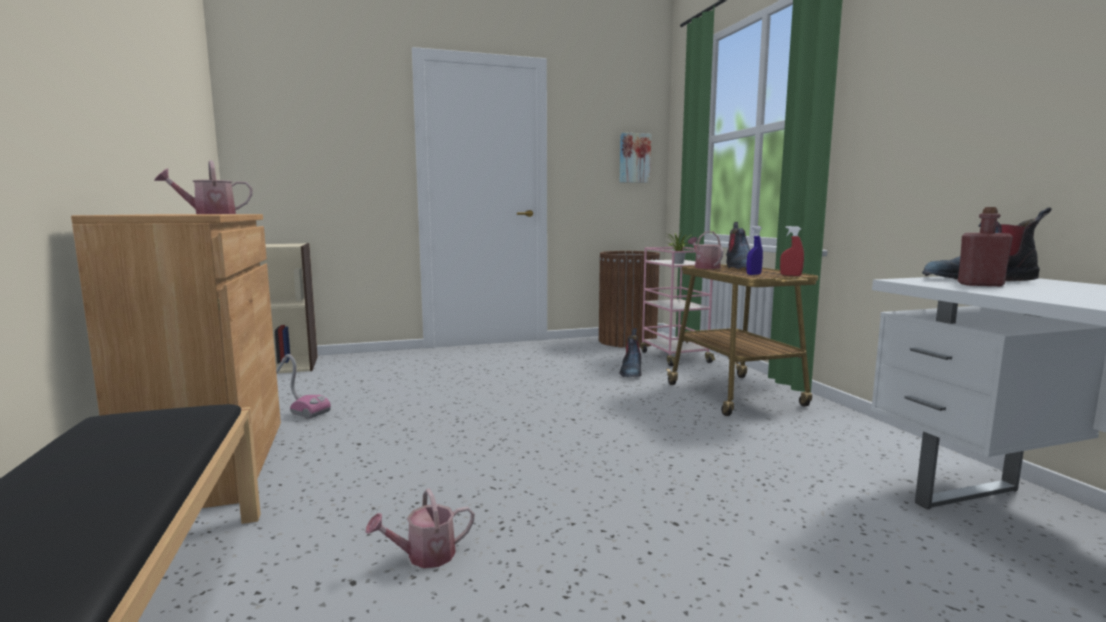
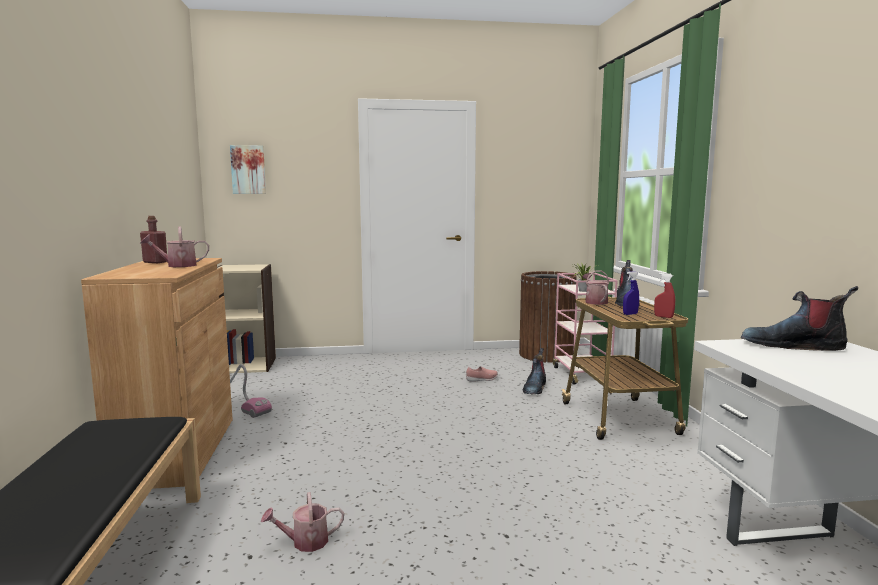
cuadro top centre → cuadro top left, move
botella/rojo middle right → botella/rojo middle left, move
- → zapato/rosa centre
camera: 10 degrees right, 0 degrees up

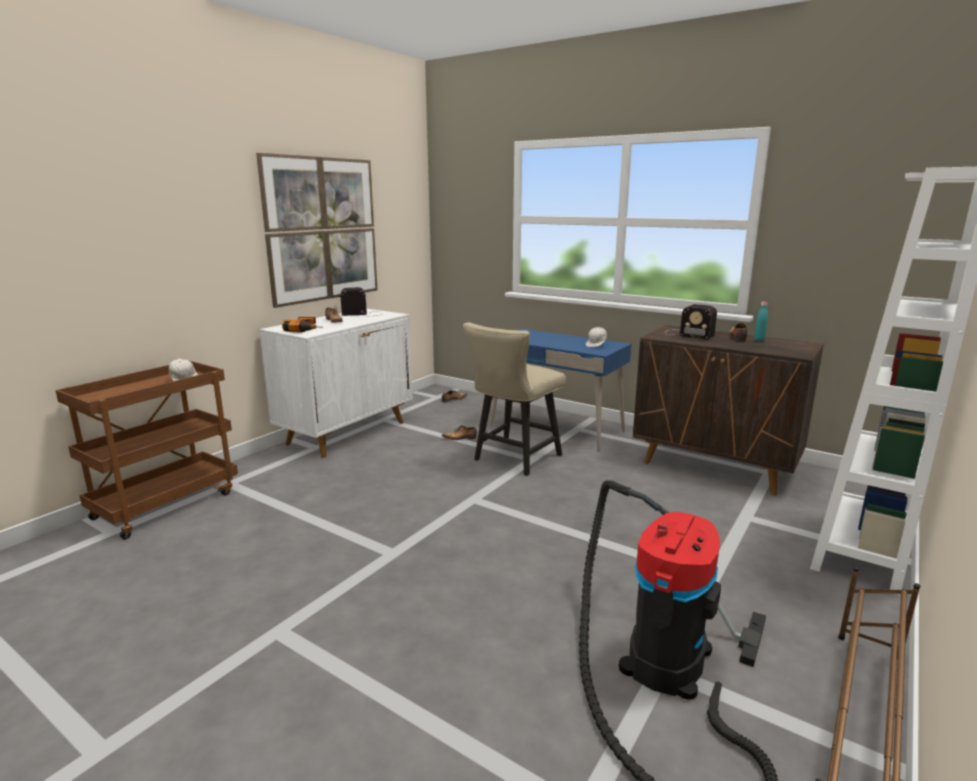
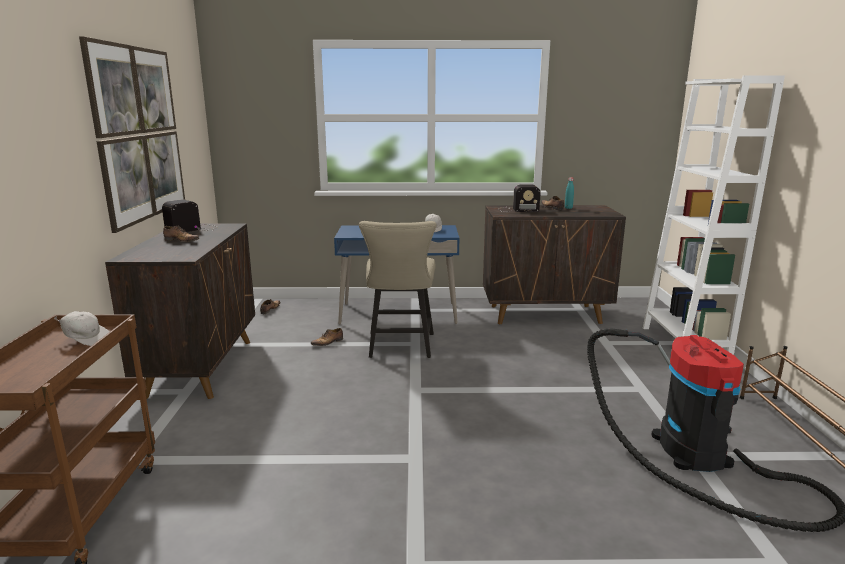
armario/blanco centre → armario/marrón (1st from left) middle left
taladro middle left → -
camera: 35 degrees left, 0 degrees up

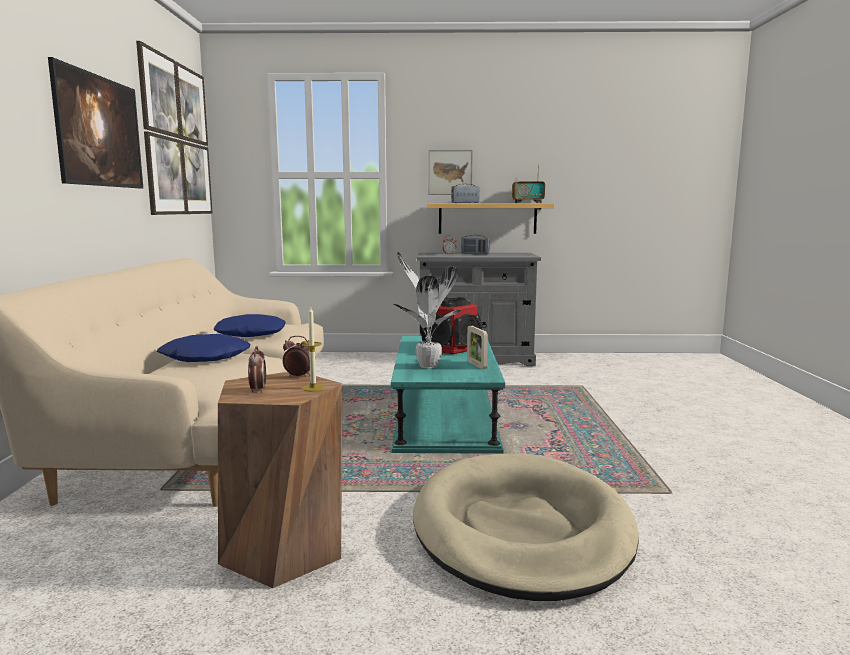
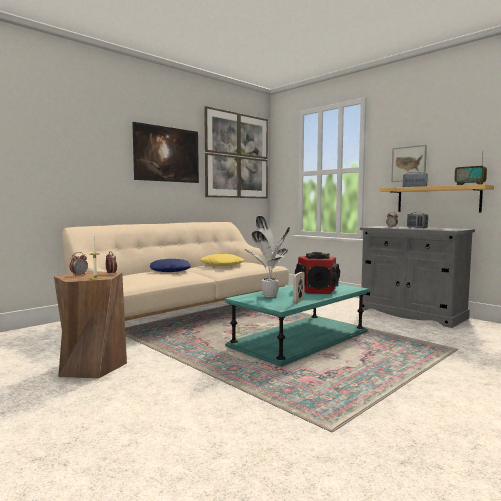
cojín/azul (2nd from left) middle left → cojín/amarillo centre
cama para perro/beis bottom centre → -
camera: 45 degrees right, 5 degrees down

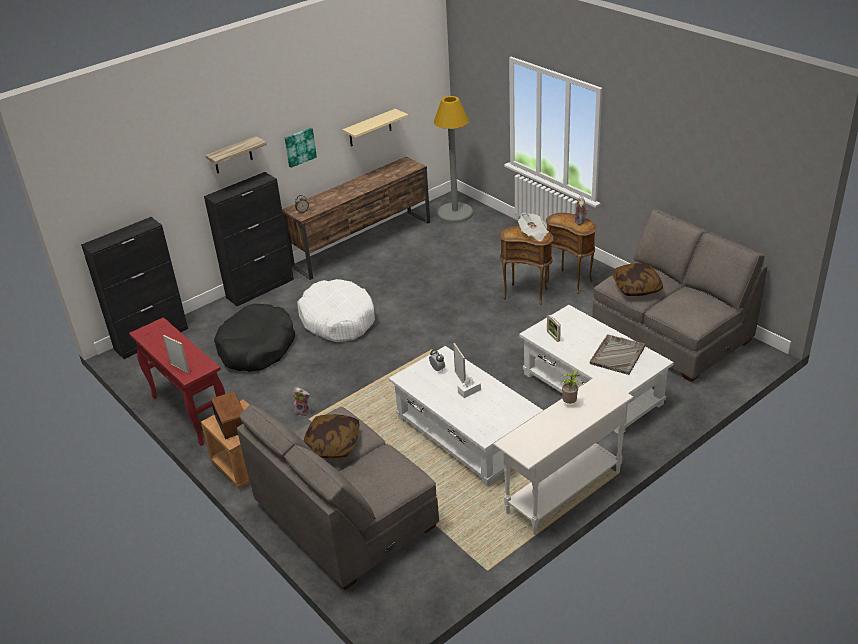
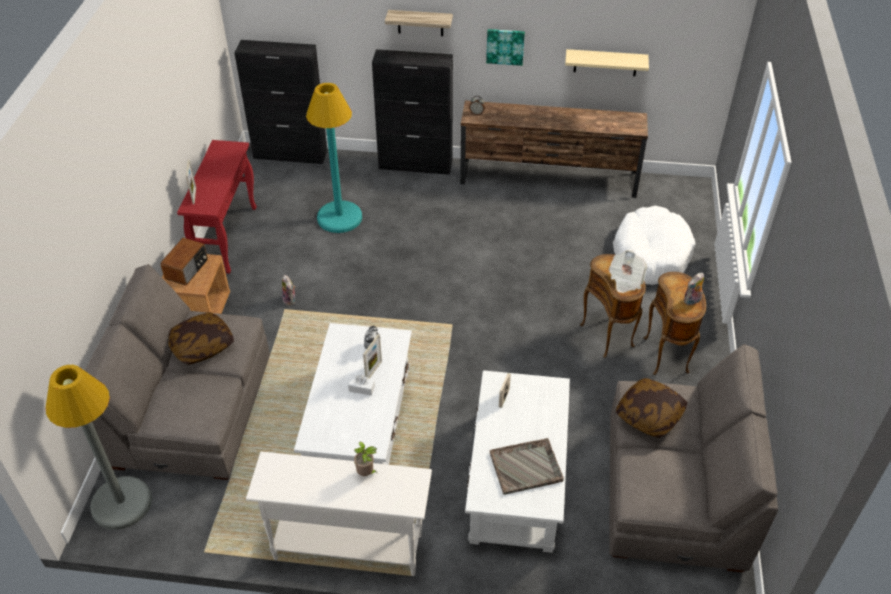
cama para perro/negro middle left → lámpara de pie/turquesa top centre
cama para perro/blanco centre → cama para perro/blanco middle right, move
lámpara de pie/gris top centre → lámpara de pie/gris bottom left, move
camera: 45 degrees right, 10 degrees up

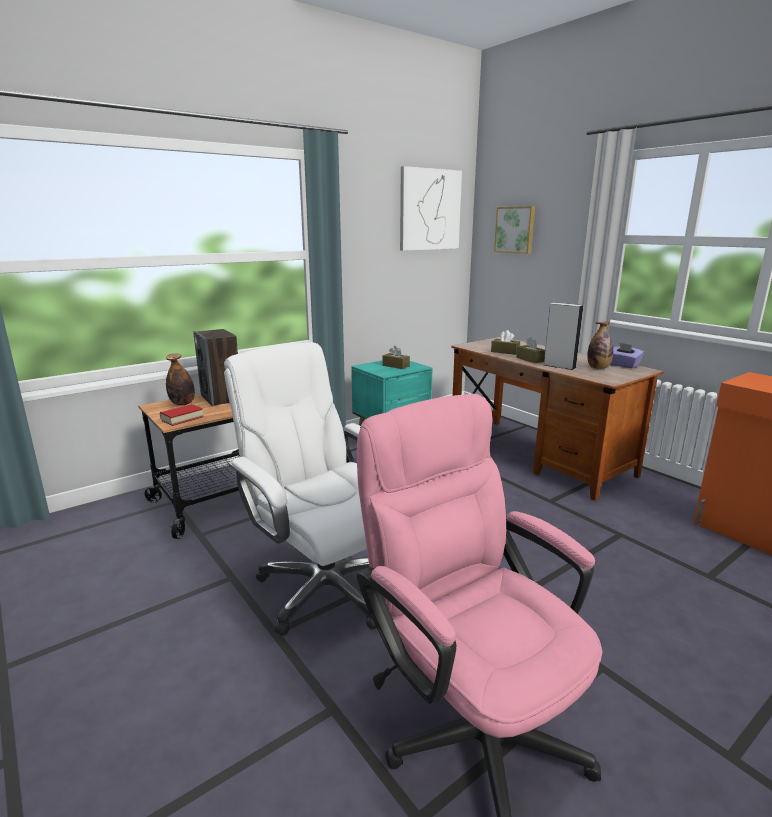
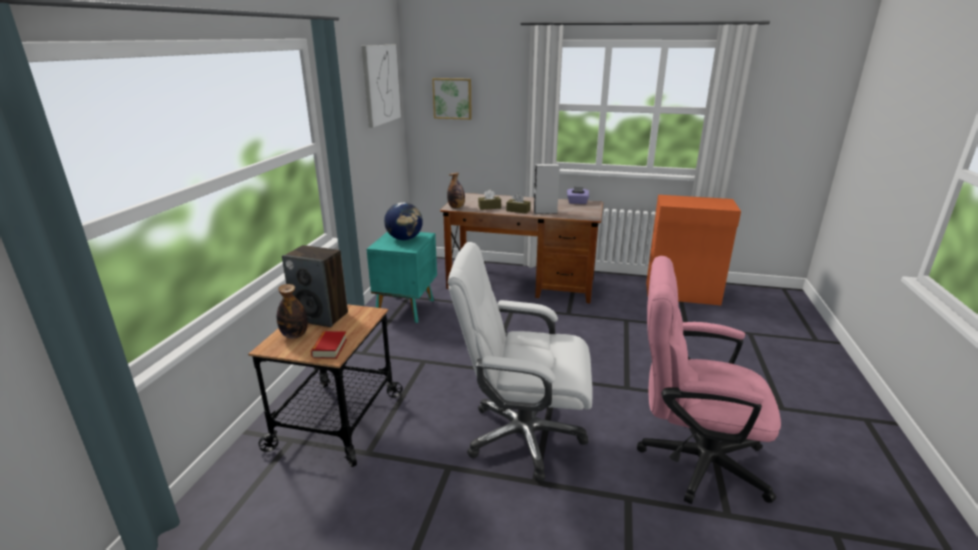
caja de pañuelos/marrón (1st from left) centre → globo terráqueo centre
botella (2nd from left) middle right → botella (2nd from left) centre, move
camera: 40 degrees left, 5 degrees up

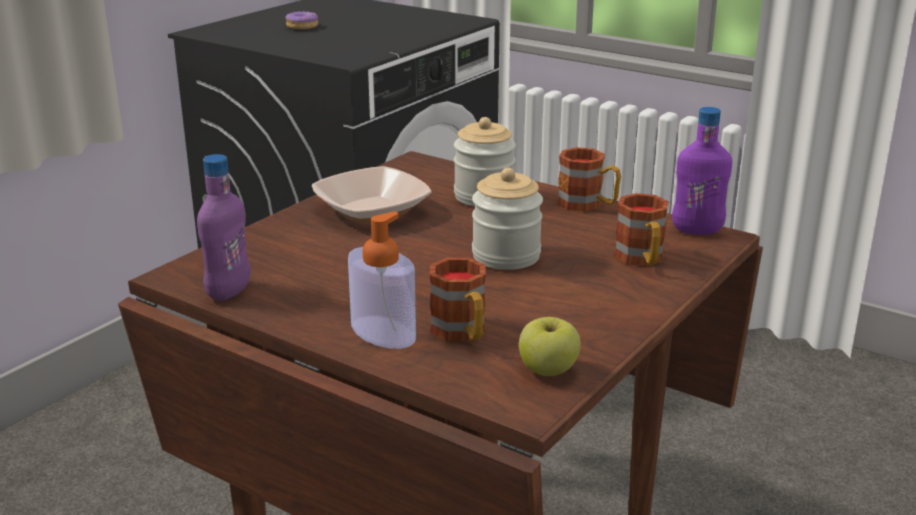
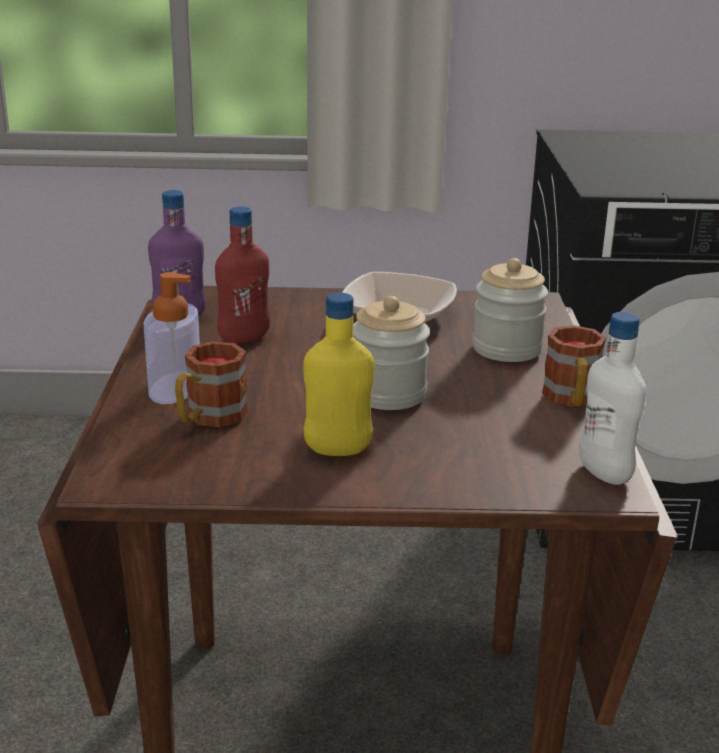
rosquilla top left → -
manzana bottom centre → -
taza grande (3rd from left) middle right → -
botella/morado (2nd from left) top right → botella/blanco middle right
- → botella/rojo centre
- → botella/amarillo centre
camera: 55 degrees right, 0 degrees up

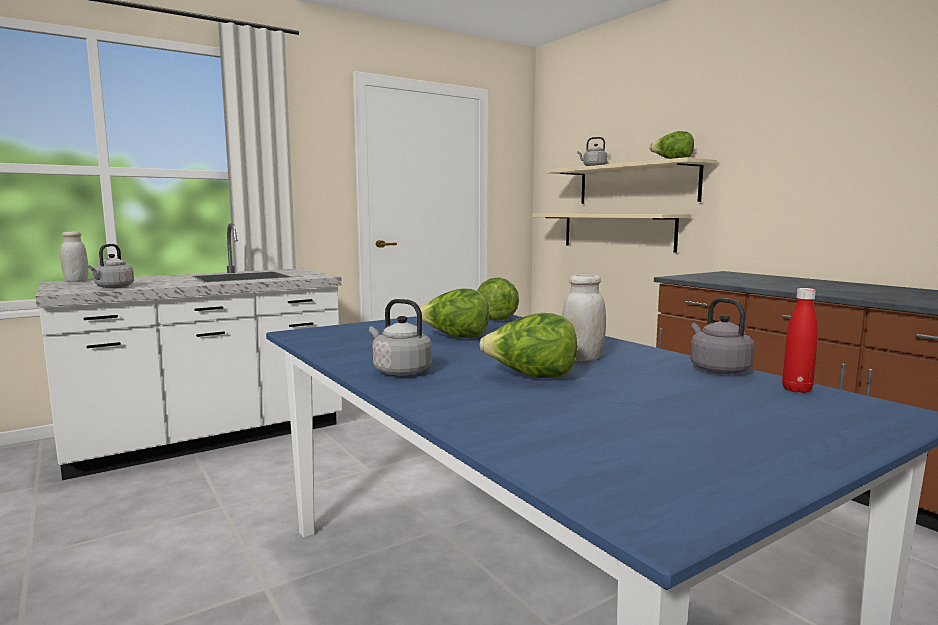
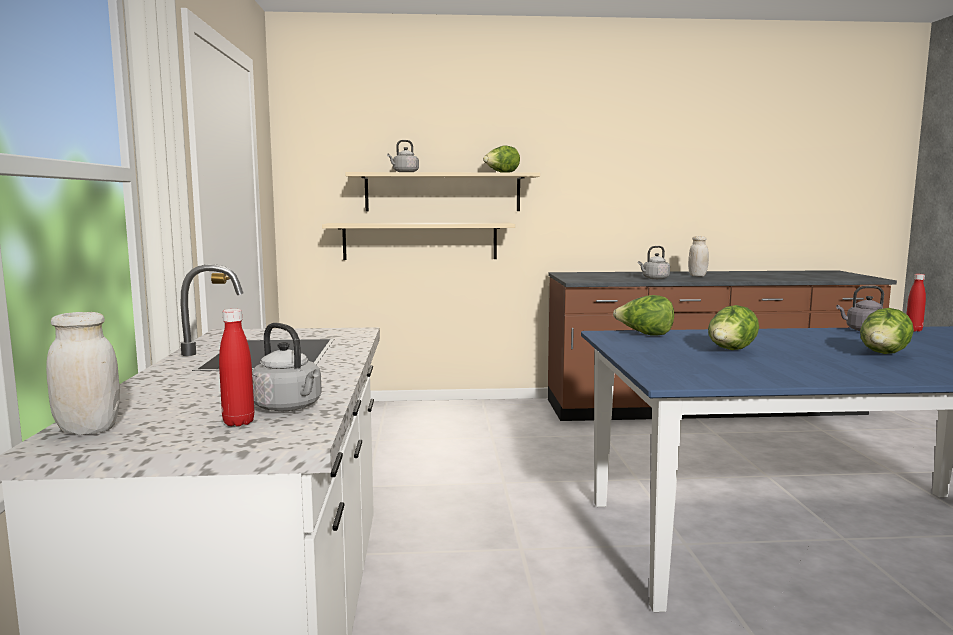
hervidor/gris (2nd from left in the first image) centre → hervidor/gris (3rd from left) middle right, move
tarro/blanco (2nd from left) centre → tarro/blanco (2nd from left) middle right, move
- → botella/rojo (1st from left) middle left
camera: 60 degrees left, 0 degrees up

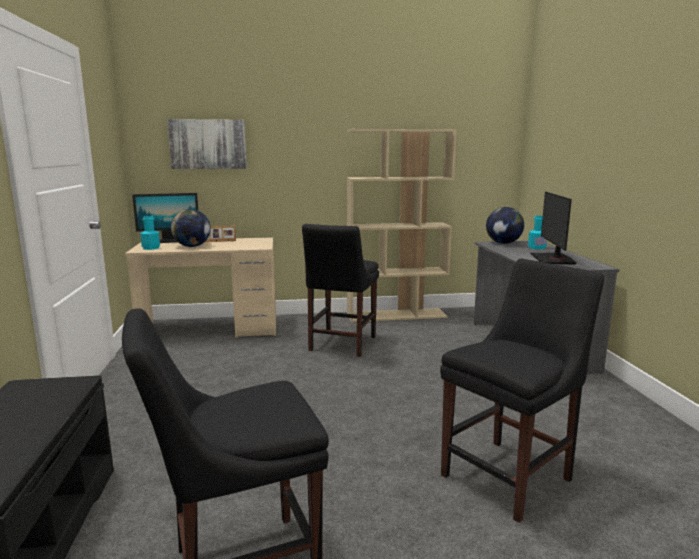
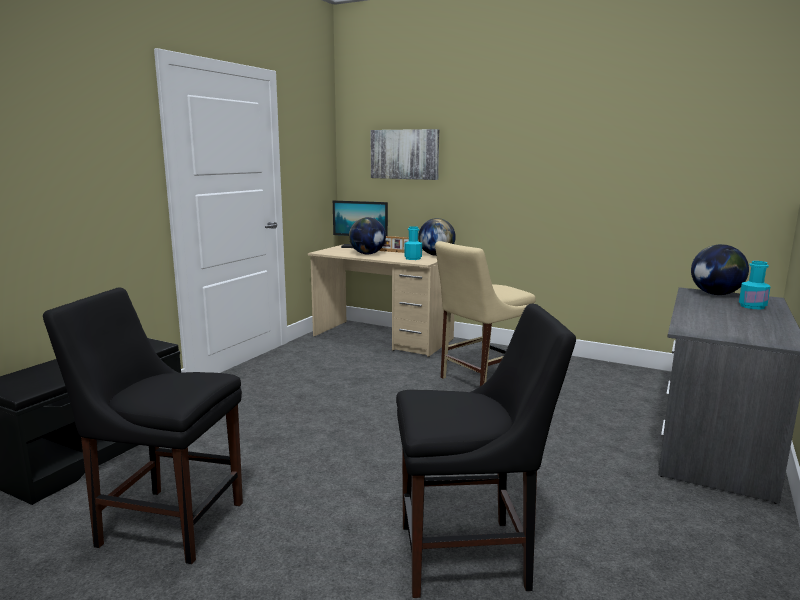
botella/turquesa (1st from left) middle left → botella/turquesa (1st from left) centre, move
silla/negro (2nd from left) centre → silla/beis centre
estantería/beis centre → -
monitor (2nd from left) middle right → -
- → globo terráqueo (2nd from left) centre
camera: 35 degrees right, 0 degrees up

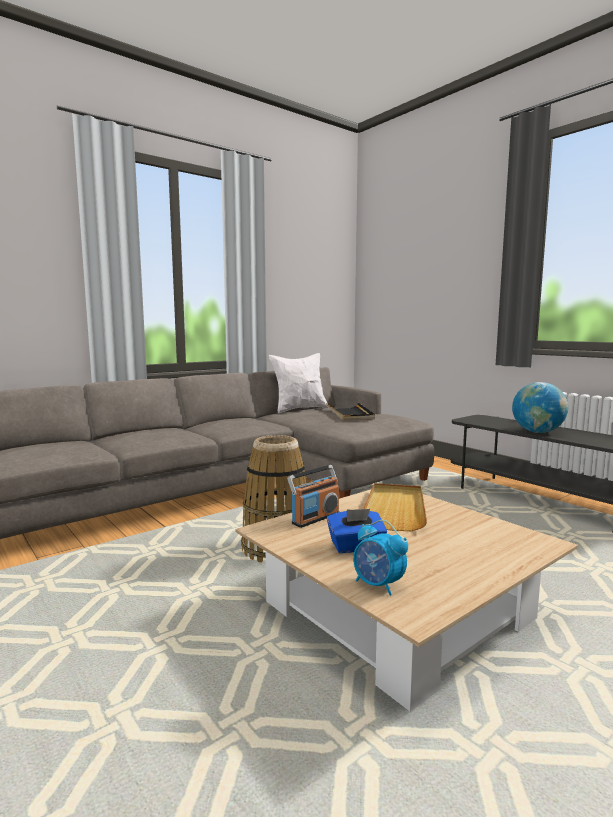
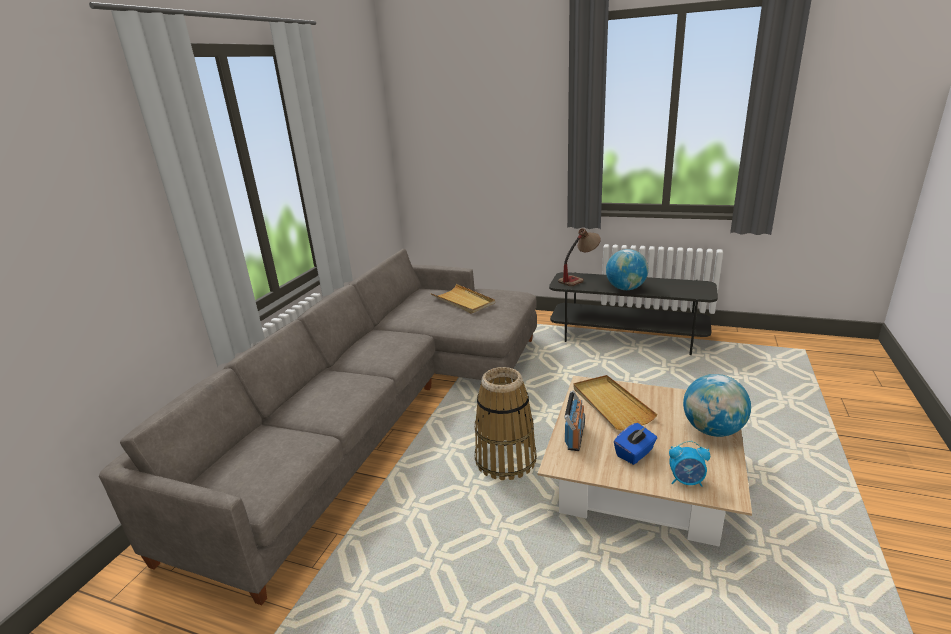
cojín/blanco centre → -
bandeja/negro centre → bandeja/beis (1st from left) centre
- → lámpara de mesa centre
- → globo terráqueo (2nd from left) middle right
camera: 30 degrees left, 15 degrees up

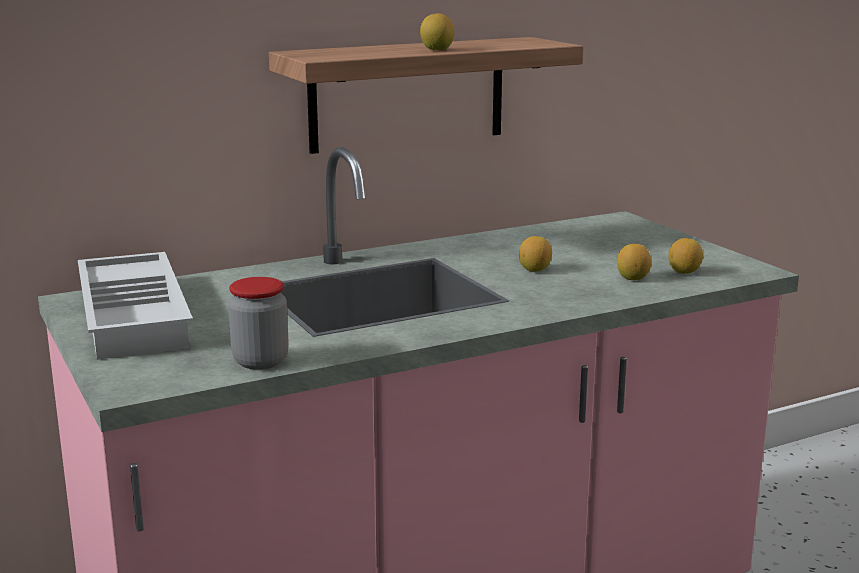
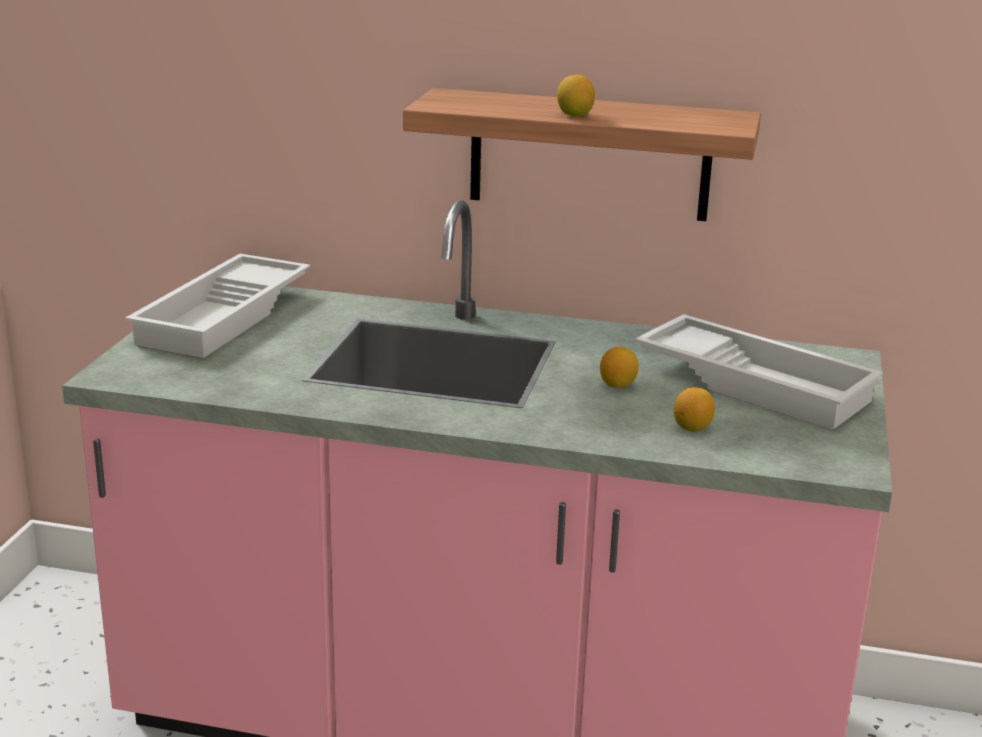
tarro middle left → -
limón (4th from left) middle right → -
- → bandeja/blanco (2nd from left) middle right
camera: 40 degrees right, 5 degrees up

